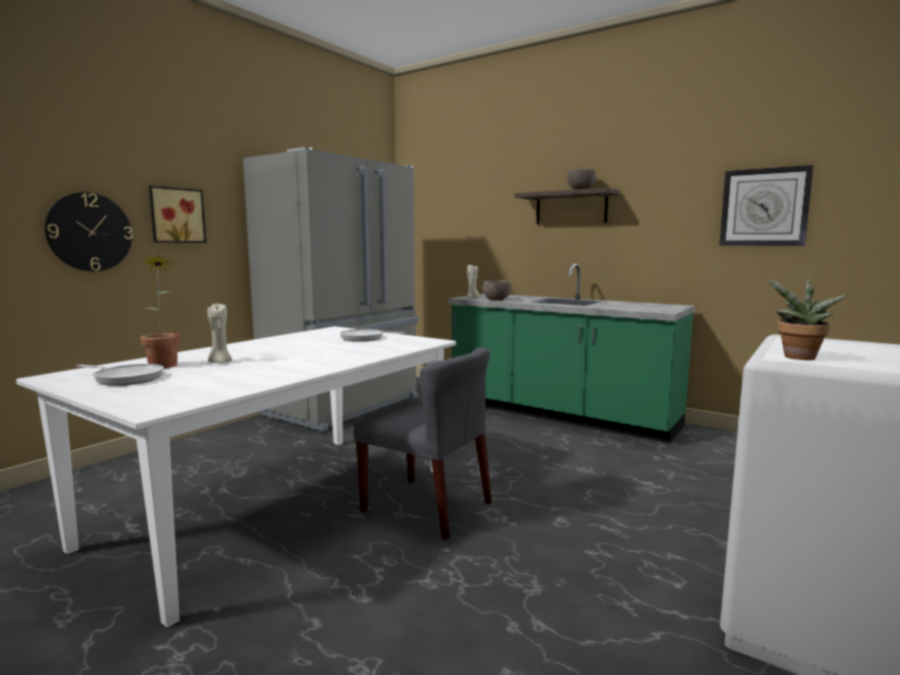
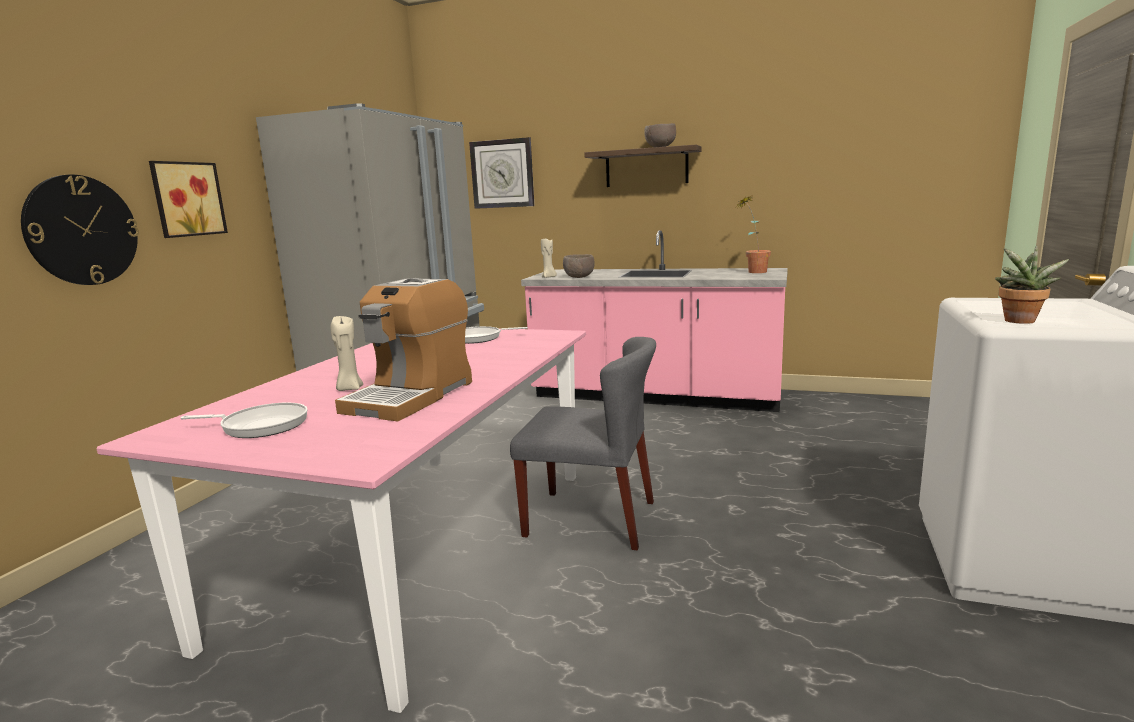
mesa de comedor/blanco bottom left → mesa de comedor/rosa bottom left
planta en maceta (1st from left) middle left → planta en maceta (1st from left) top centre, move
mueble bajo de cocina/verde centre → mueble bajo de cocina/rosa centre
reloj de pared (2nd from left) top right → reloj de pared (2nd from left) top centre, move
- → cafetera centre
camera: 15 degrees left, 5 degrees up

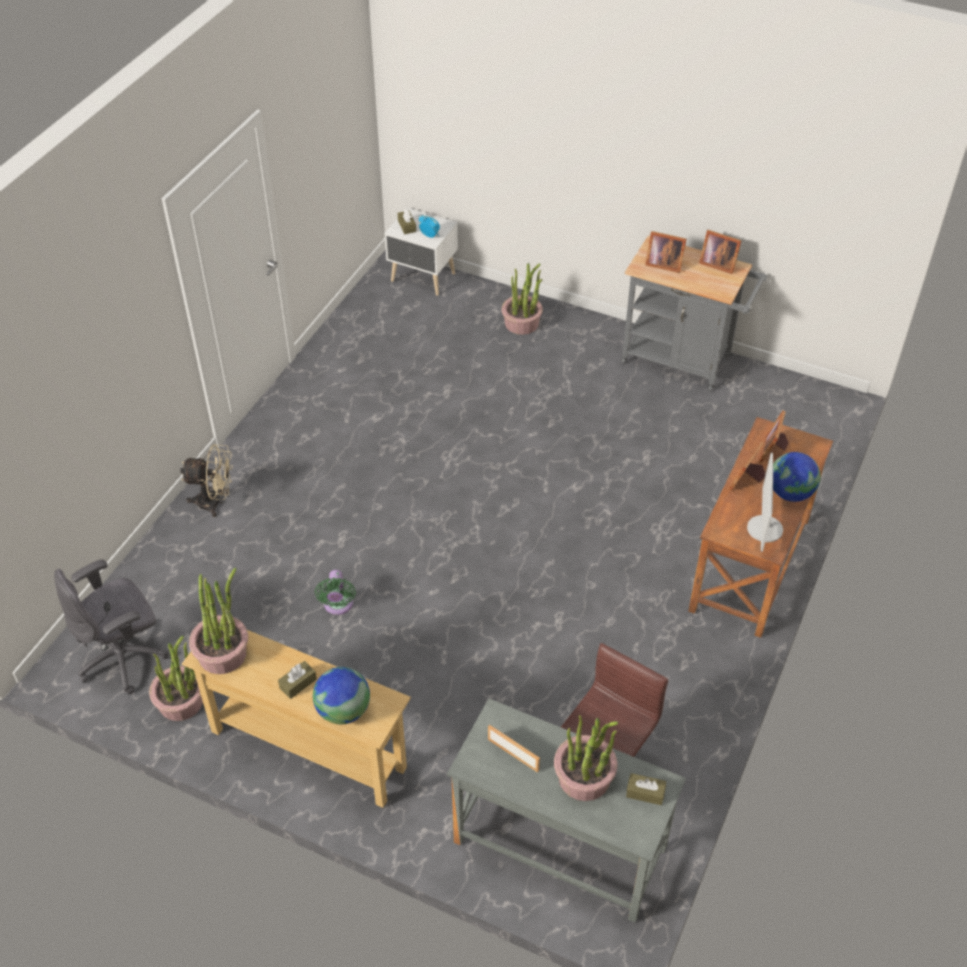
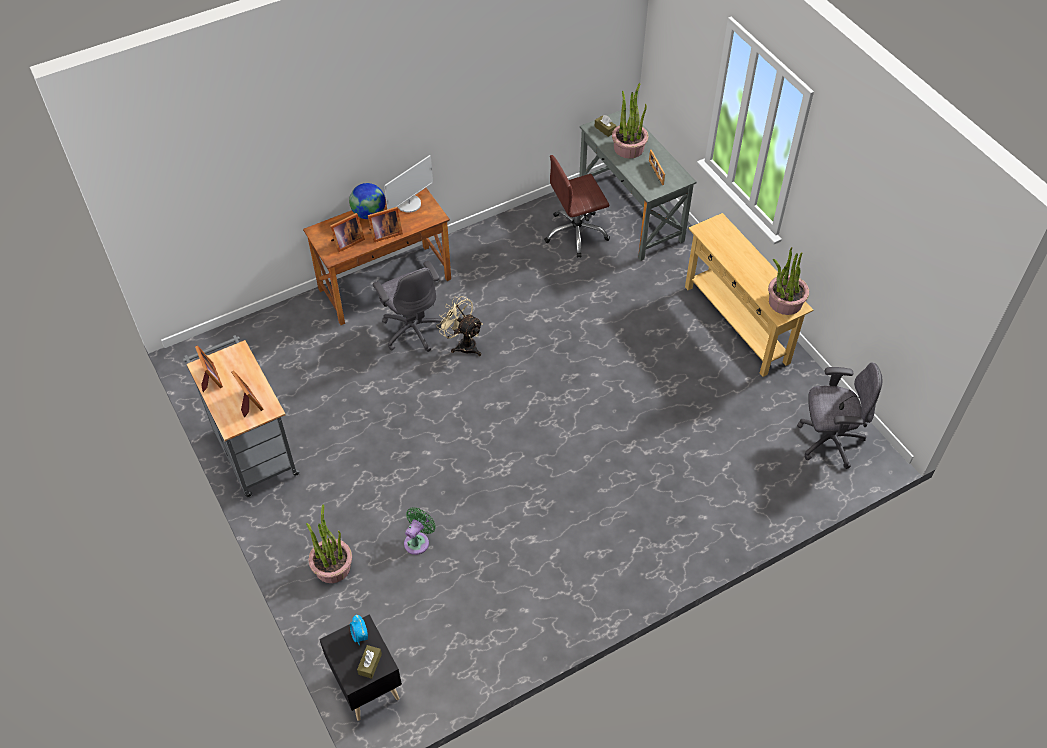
planta en maceta (1st from left) bottom left → -
ventilador/beis middle left → ventilador/beis centre, move
caja de pañuelos/marrón (1st from left) bottom left → -
globo terráqueo (1st from left) bottom centre → -
ventilador/verde centre → ventilador/verde bottom centre, move
mesita de noche/blanco top centre → mesita de noche/negro bottom centre
- → silla de oficina/gris (1st from left) centre
camera: 145 degrees left, 5 degrees up

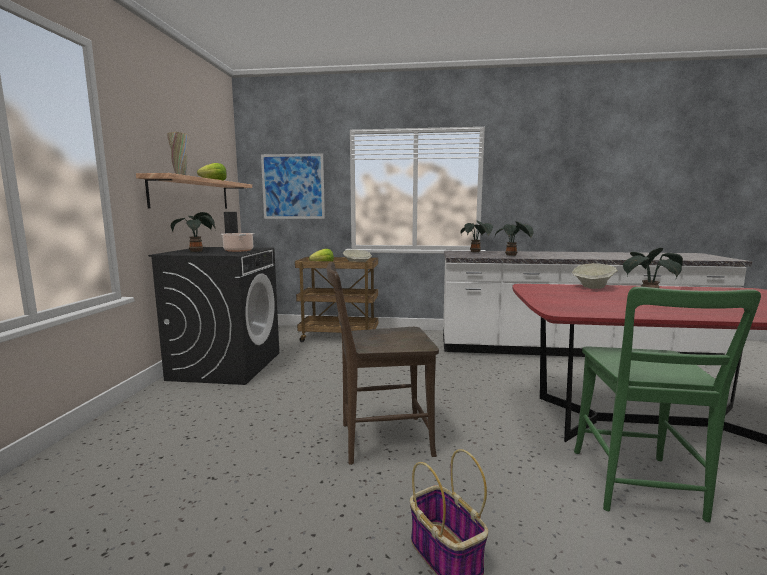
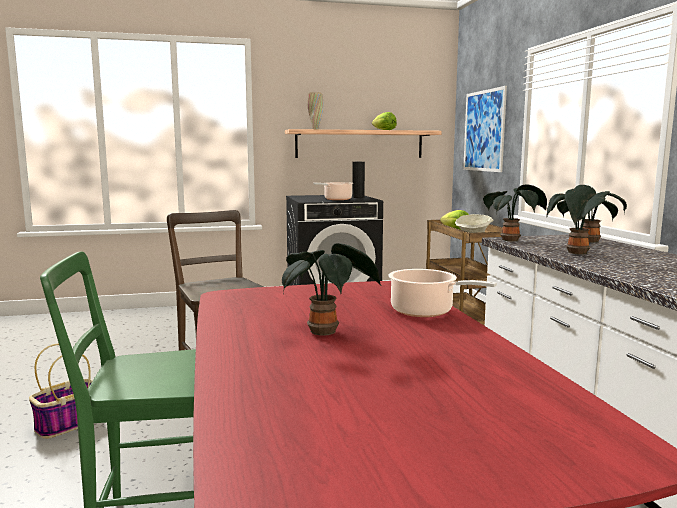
planta en maceta (1st from left in the first image) middle left → planta en maceta (2nd from left) middle right, move
cuenco/beis (2nd from left) middle right → olla (2nd from left) centre
camera: 70 degrees right, 0 degrees up

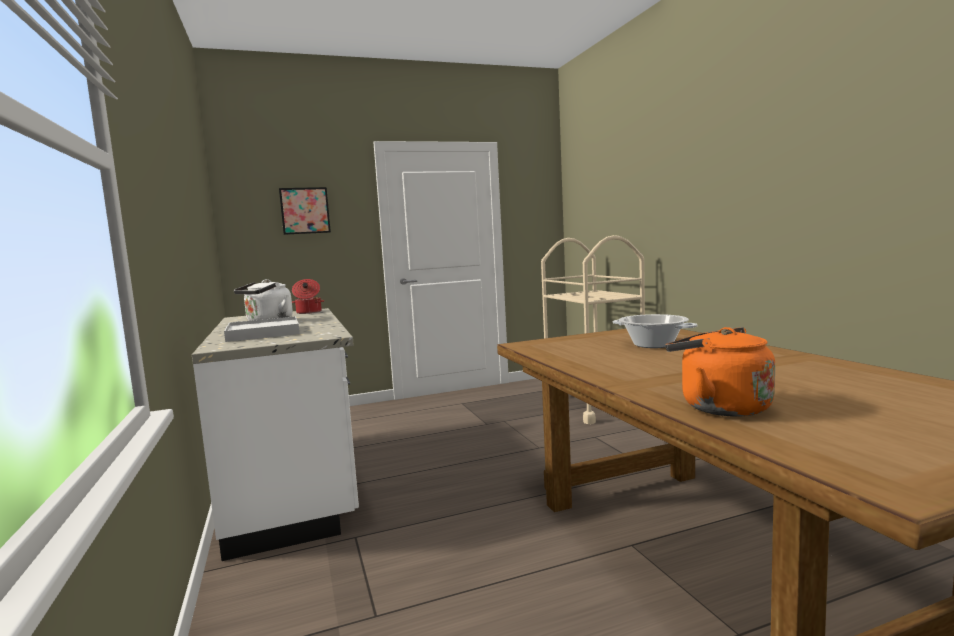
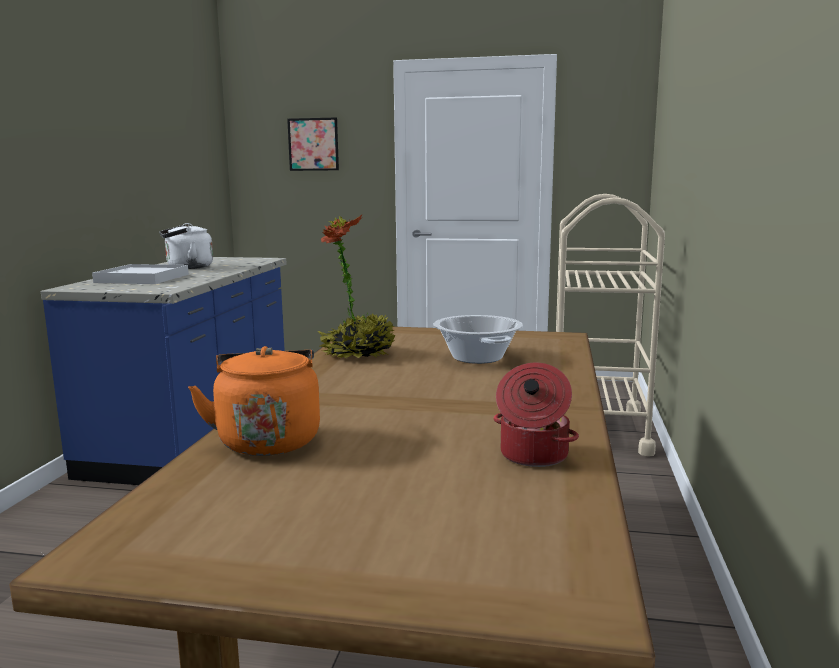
mueble bajo de cocina/blanco bottom left → mueble bajo de cocina/azul middle left
olla (1st from left in the first image) middle left → olla (2nd from left) centre, move
- → planta en maceta centre
camera: 30 degrees right, 5 degrees up

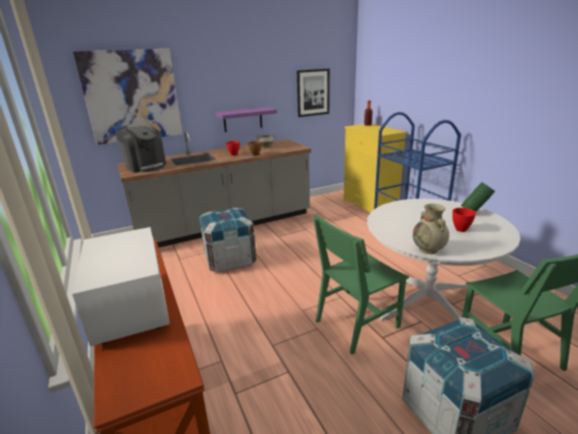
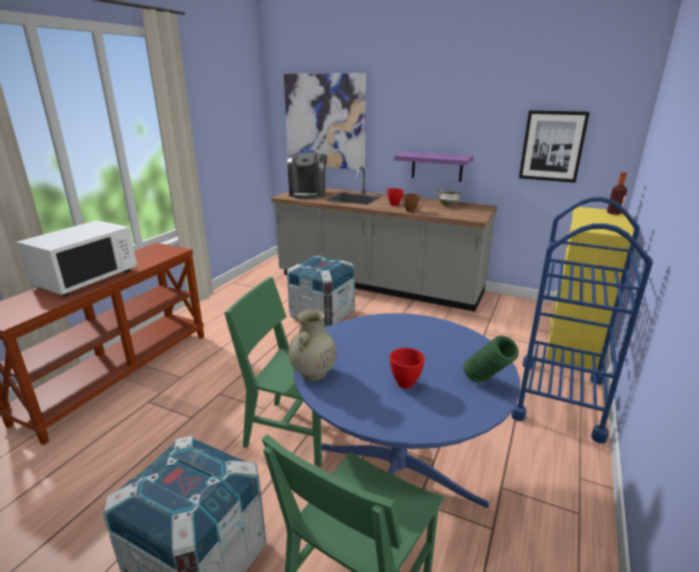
mesa de comedor/blanco middle right → mesa de comedor/azul bottom centre
camera: 50 degrees right, 0 degrees up

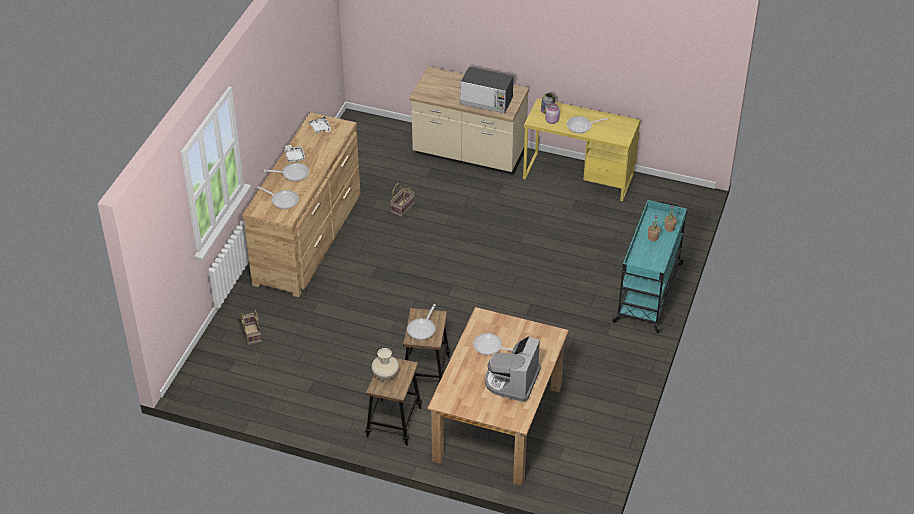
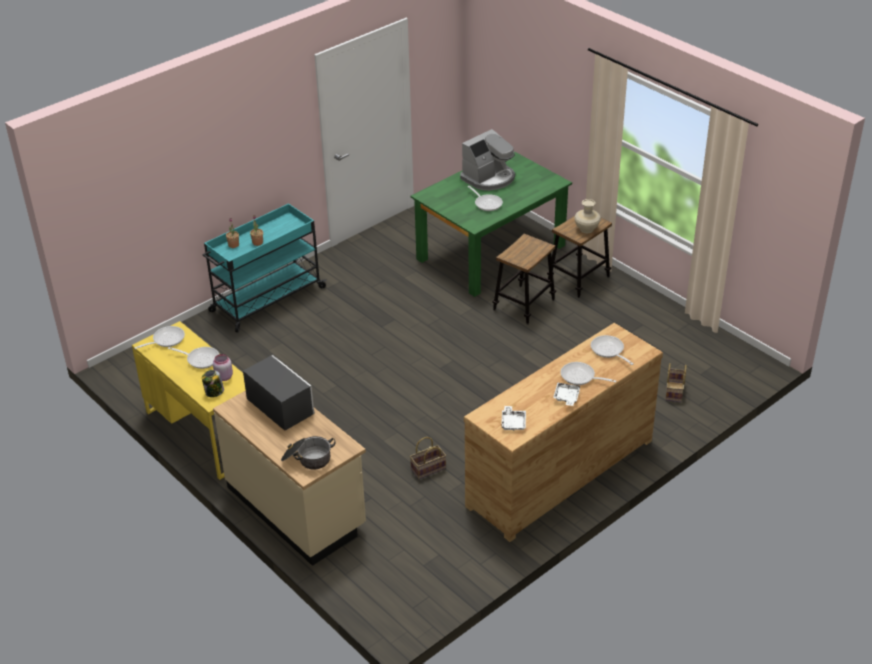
sartén (3rd from left in the first image) centre → sartén (1st from left) middle left, move
mesa de comedor/marrón bottom centre → mesa de comedor/verde centre
- → olla bottom centre
camera: 150 degrees left, 5 degrees down

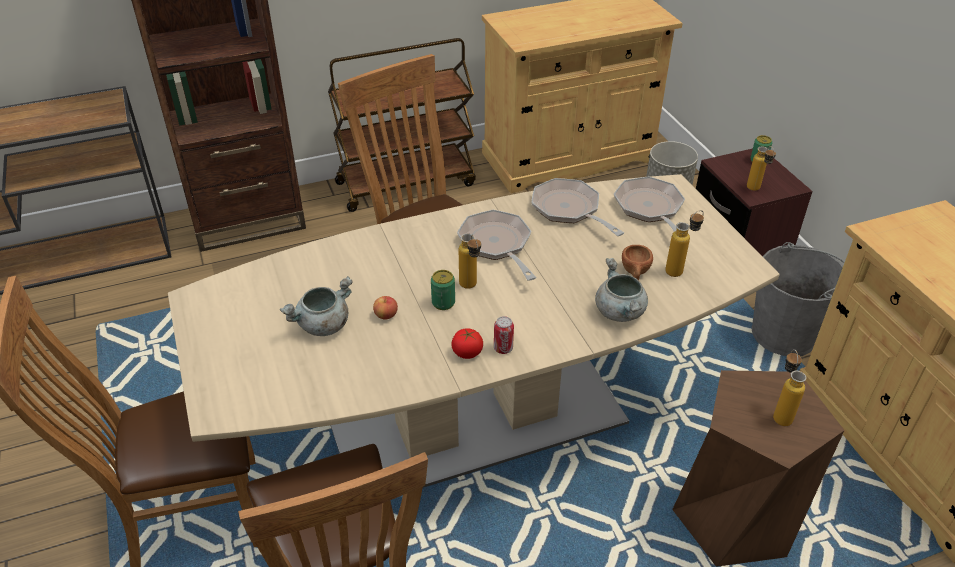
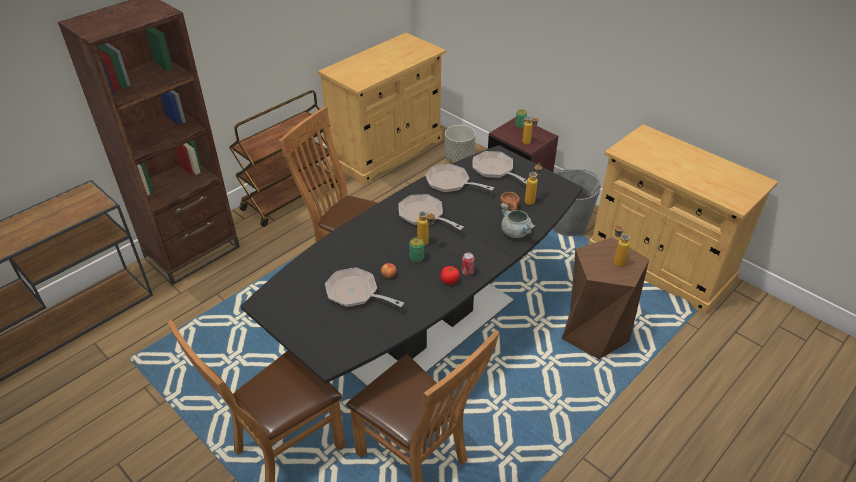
mesa de comedor/beis centre → mesa de comedor/negro centre
olla/gris (1st from left) middle left → sartén (1st from left) centre
camera: 25 degrees left, 0 degrees up

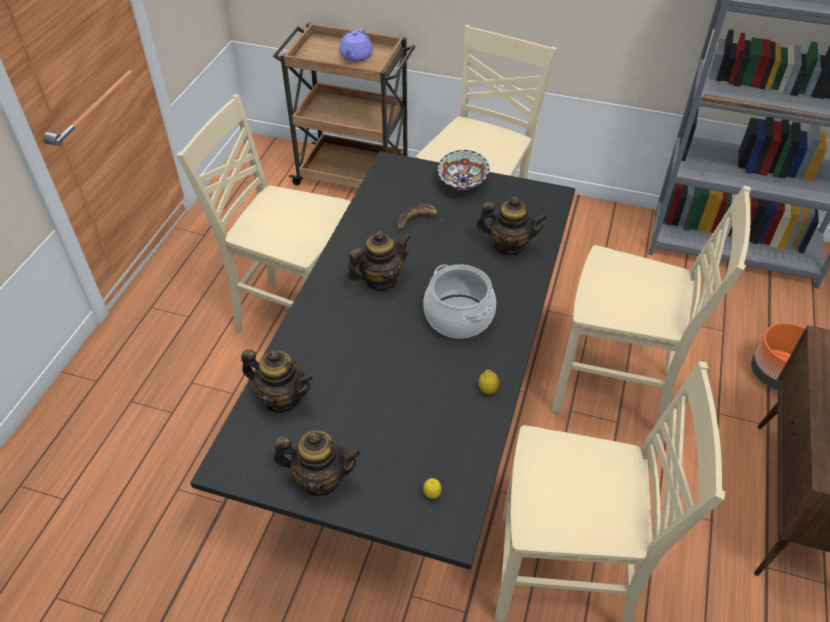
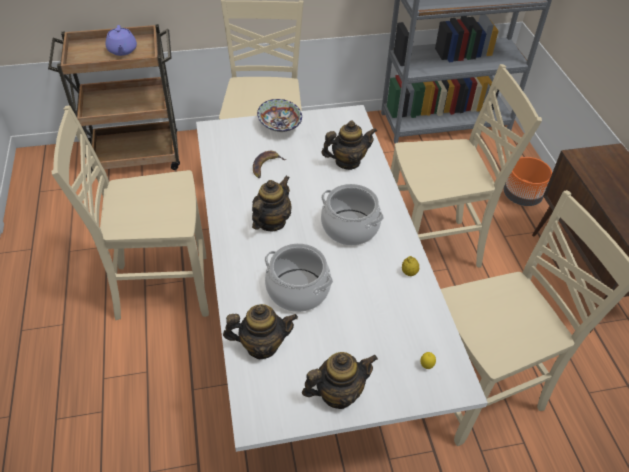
mesa de comedor/negro centre → mesa de comedor/blanco centre
- → olla (1st from left) centre
camera: 30 degrees left, 0 degrees up

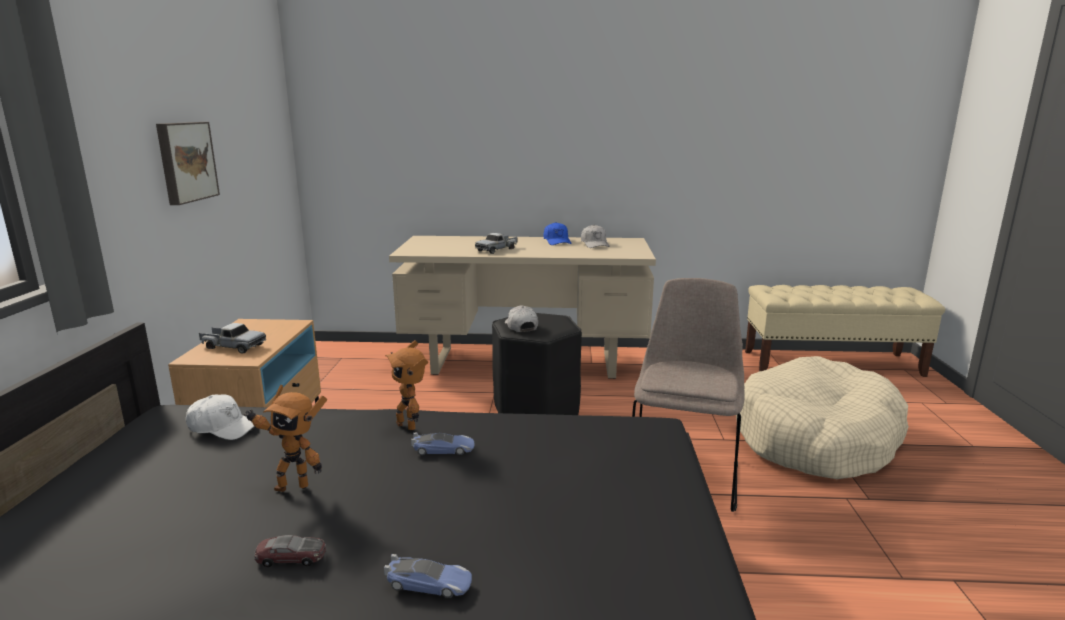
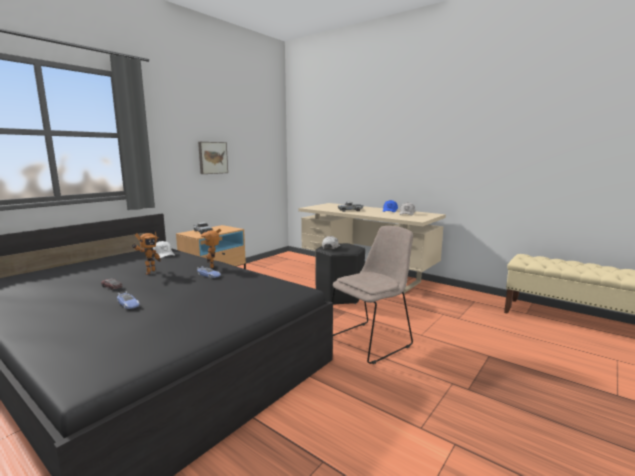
robot de juguete (1st from left) bottom left → robot de juguete (1st from left) middle left, 105 degrees counterclockwise
cama para perro/beis bottom right → -
camera: 35 degrees right, 5 degrees down

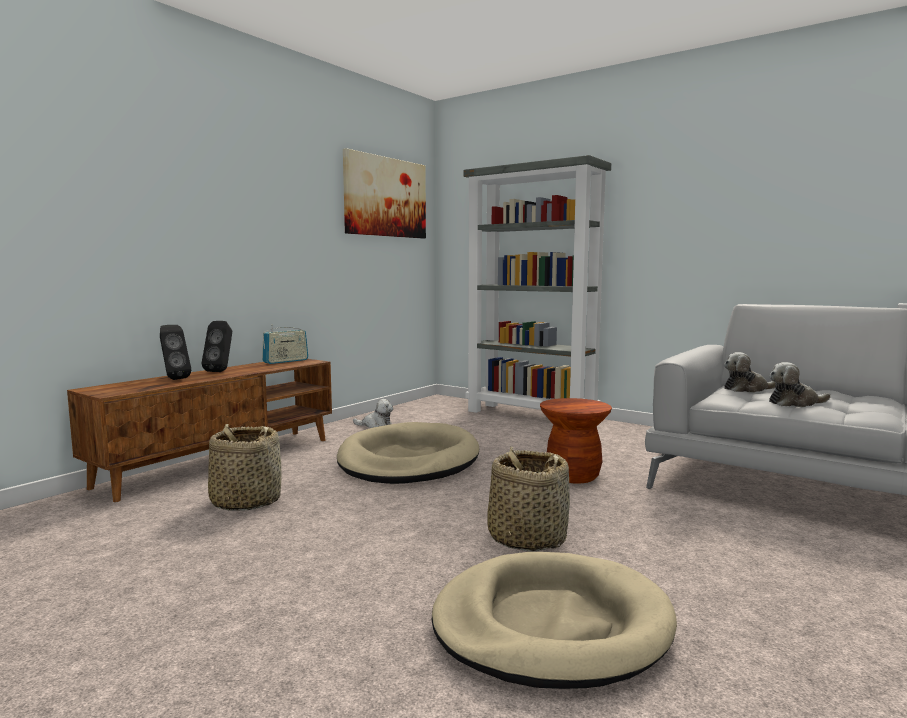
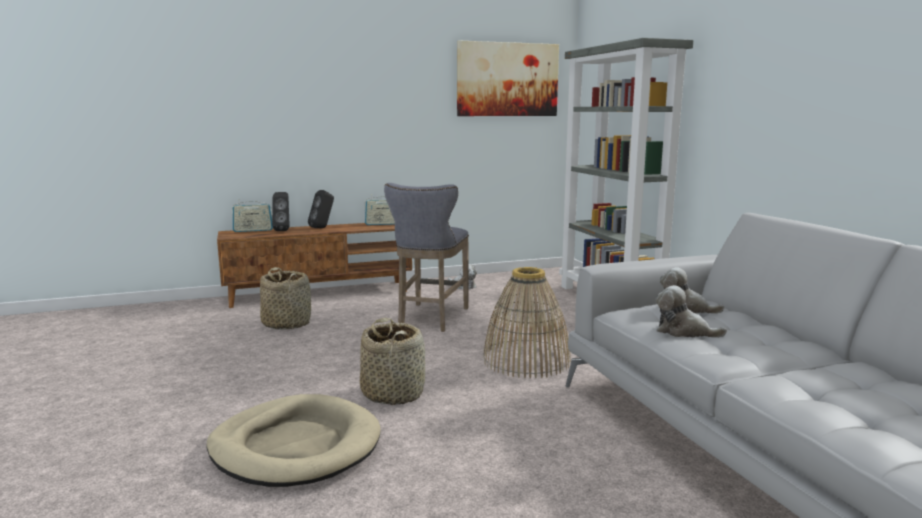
cama para perro/beis (1st from left) centre → taburete/gris centre
taburete/marrón centre → cesta (3rd from left) centre
- → radio (1st from left) middle left
camera: 35 degrees right, 5 degrees up

